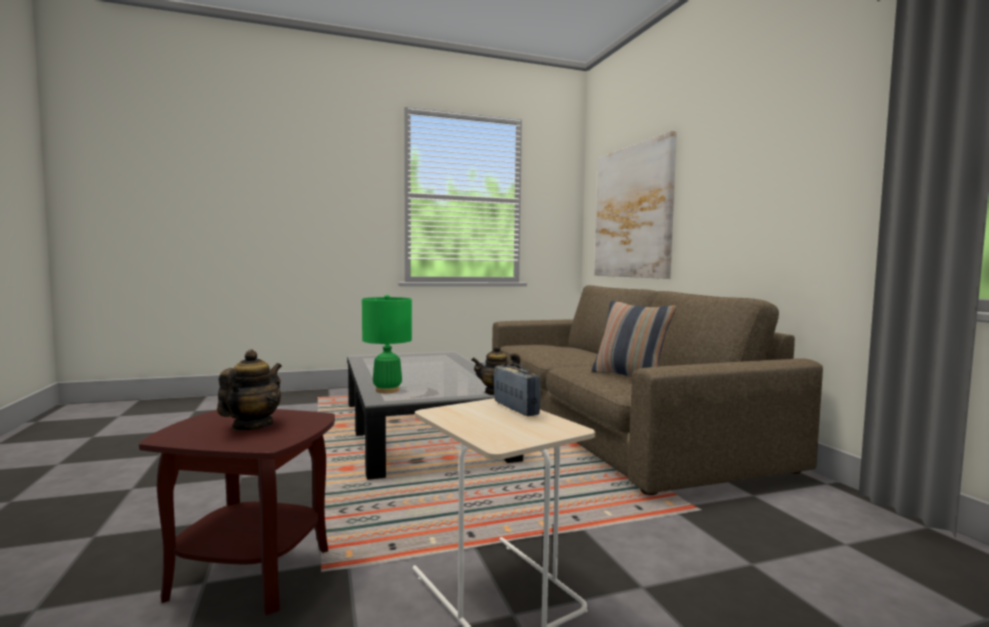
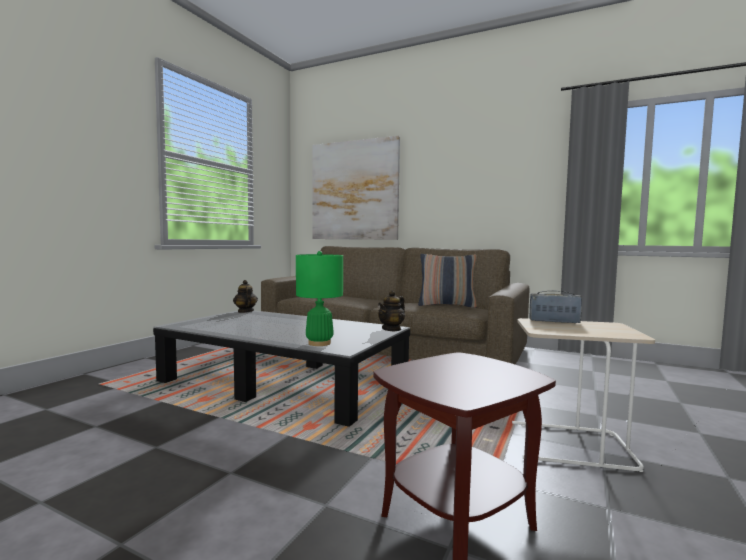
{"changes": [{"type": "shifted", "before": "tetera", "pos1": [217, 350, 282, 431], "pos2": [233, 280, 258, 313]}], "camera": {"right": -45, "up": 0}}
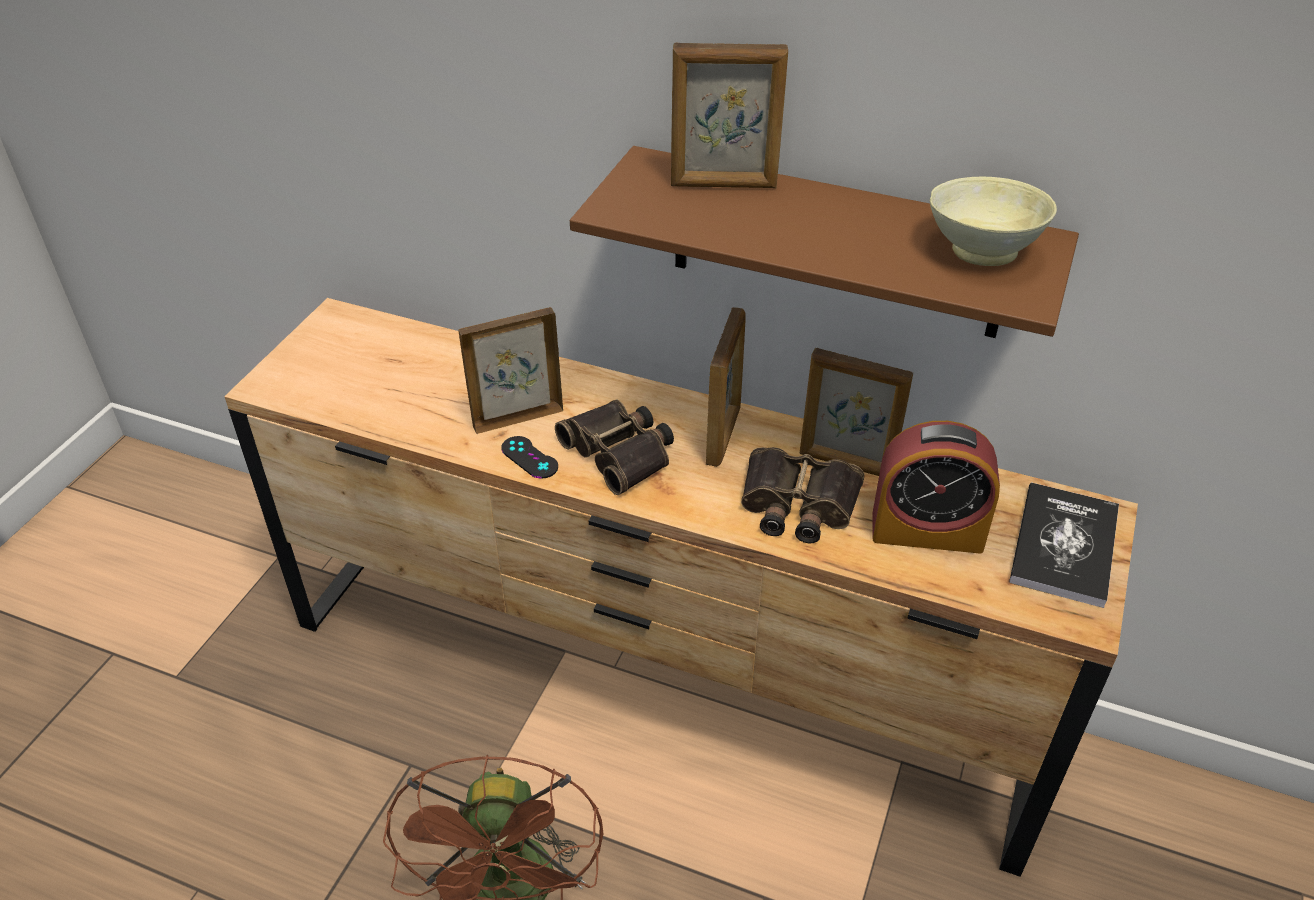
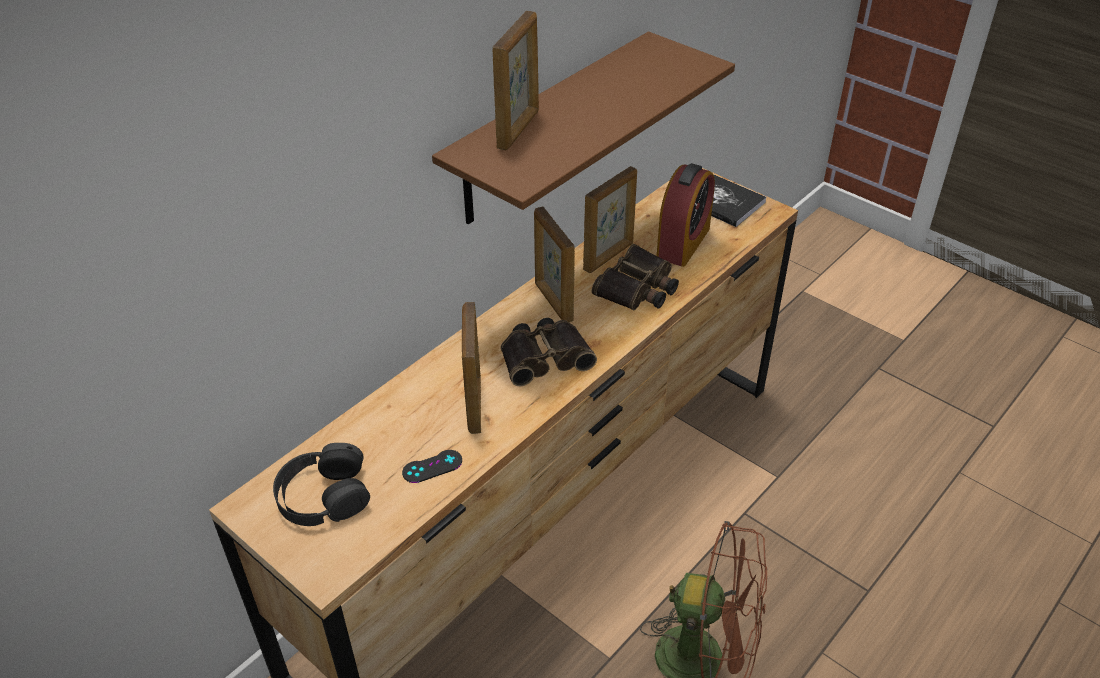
{"changes": [{"type": "gone", "before": "cuenco [beis]", "pos1": [930, 177, 1057, 266]}, {"type": "rotated", "before": "portarretratos", "pos1": [706, 307, 746, 467], "pos2": [534, 207, 575, 322], "turn": -150}, {"type": "shifted", "before": "mando de consola [negro]", "pos1": [501, 436, 558, 479], "pos2": [402, 450, 462, 483]}, {"type": "new", "after": "auriculares [negro]", "pos2": [273, 443, 370, 526]}], "camera": {"right": -70, "up": 0}}
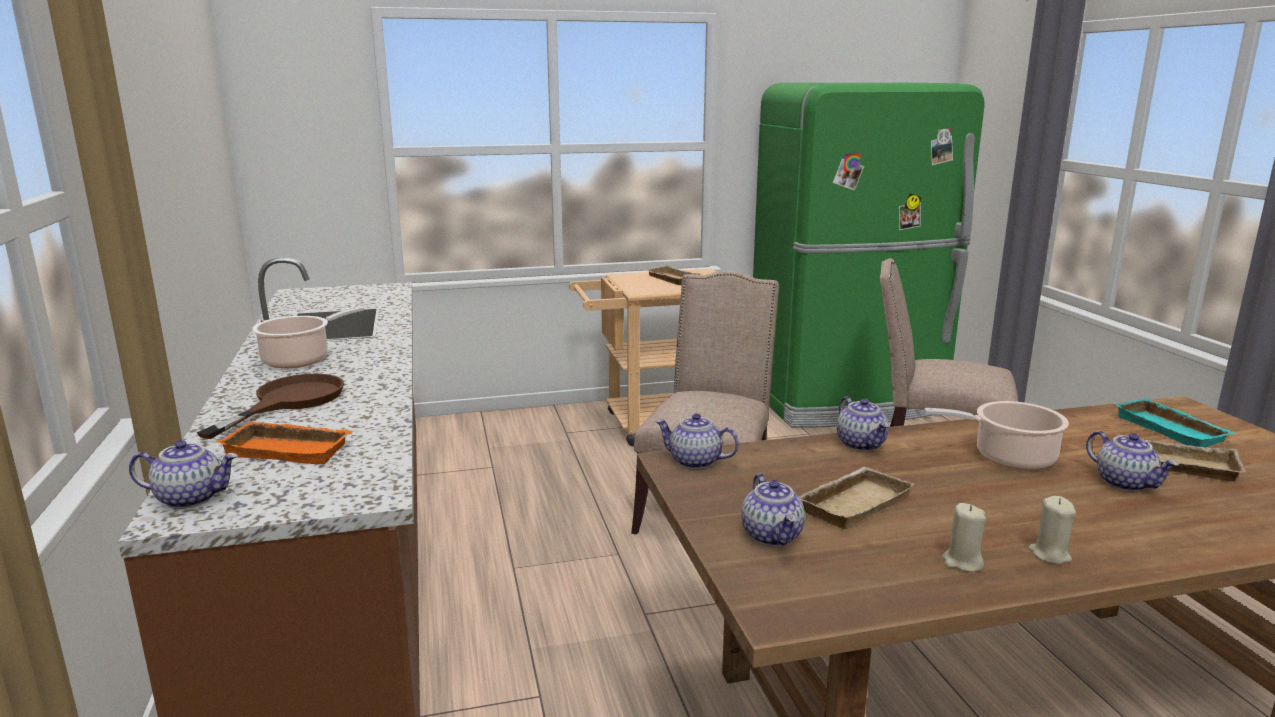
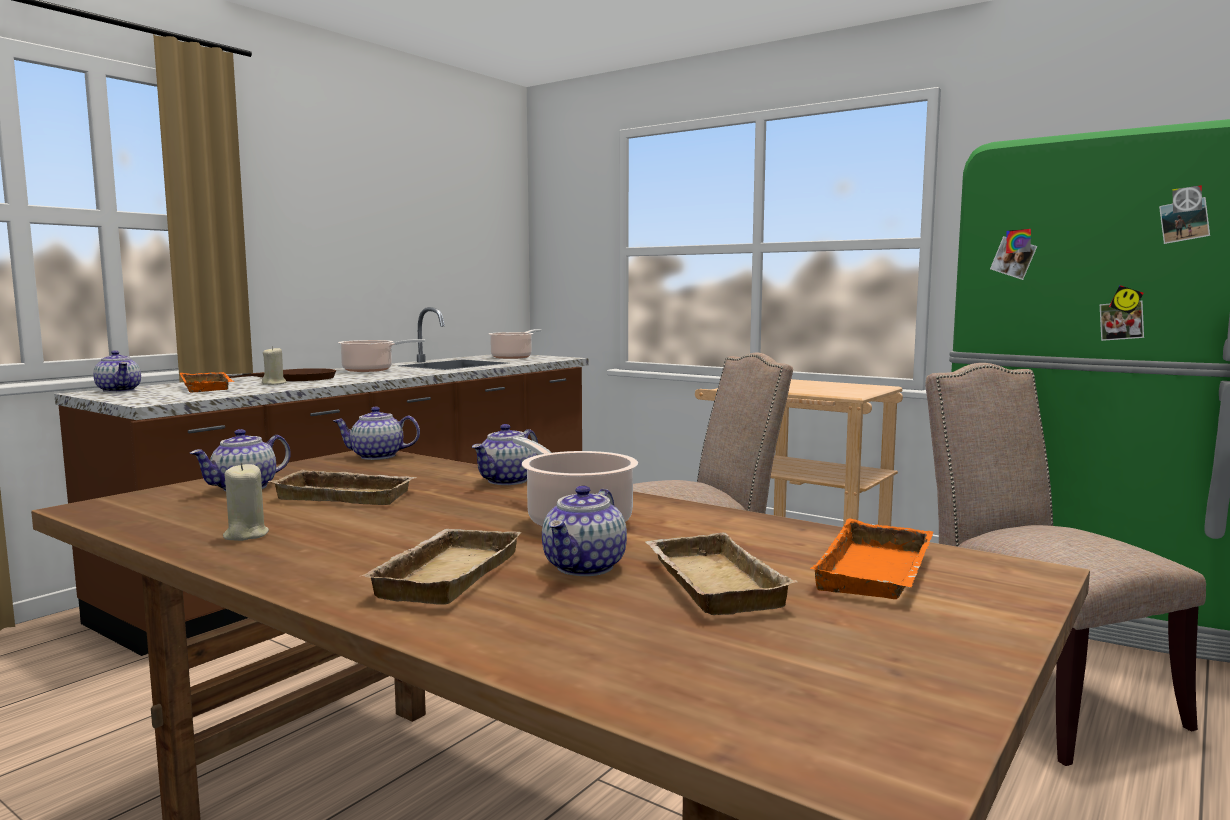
{"changes": [{"type": "shifted", "before": "bandeja [beis]", "pos1": [645, 266, 701, 285], "pos2": [360, 529, 522, 605]}, {"type": "repainted", "before": "bandeja [turquesa]", "after": "bandeja [naranja]", "pos1": [1114, 398, 1236, 447], "pos2": [810, 519, 933, 599]}, {"type": "rotated", "before": "tetera", "pos1": [655, 413, 739, 469], "pos2": [333, 407, 420, 460], "turn": -75}, {"type": "shifted", "before": "vela [beis]", "pos1": [1028, 496, 1076, 564], "pos2": [262, 346, 287, 385]}, {"type": "new", "after": "olla", "pos2": [489, 329, 542, 359]}], "camera": {"right": 50, "up": -10}}
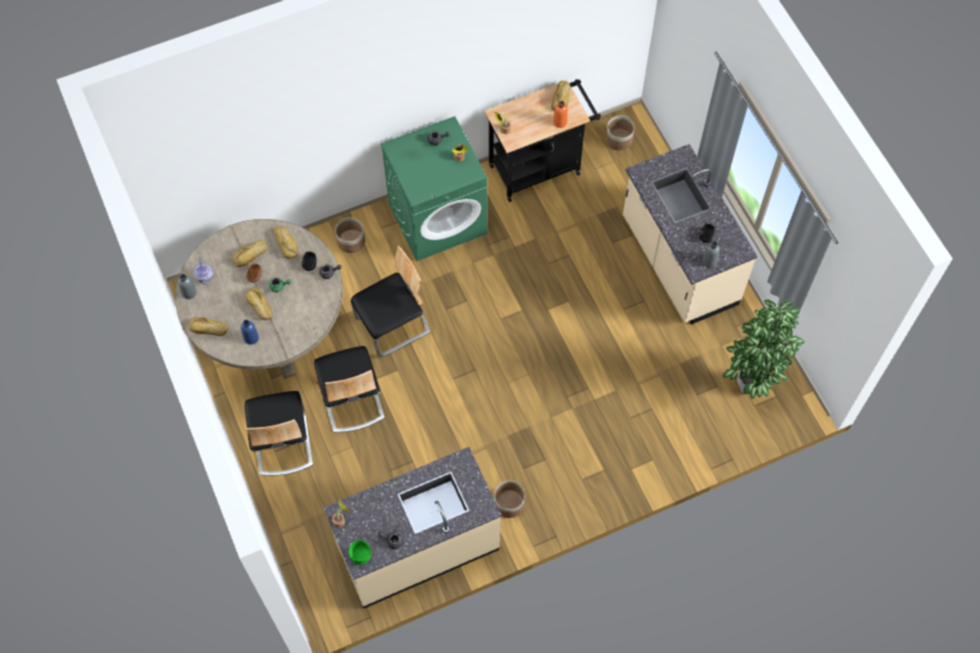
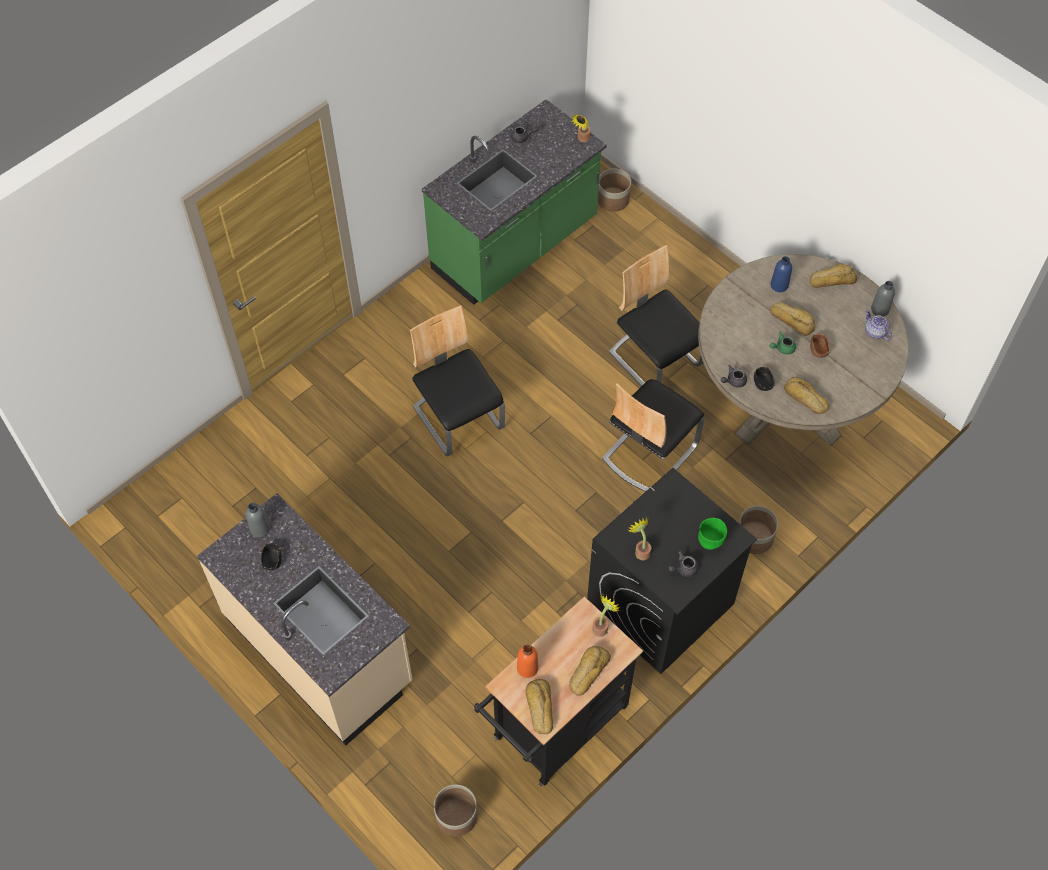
{"changes": [{"type": "repainted", "before": "lavadora [verde]", "after": "lavadora [negro]", "pos1": [381, 116, 487, 261], "pos2": [587, 468, 757, 674]}, {"type": "shifted", "before": "pan", "pos1": [232, 240, 268, 267], "pos2": [569, 646, 611, 696]}, {"type": "gone", "before": "planta en maceta", "pos1": [723, 299, 804, 399]}, {"type": "shifted", "before": "silla", "pos1": [245, 391, 313, 476], "pos2": [410, 305, 505, 457]}, {"type": "repainted", "before": "mueble bajo de cocina [beis]", "after": "mueble bajo de cocina [verde]", "pos1": [323, 447, 502, 609], "pos2": [422, 99, 607, 305]}, {"type": "shifted", "before": "maceta", "pos1": [494, 481, 525, 518], "pos2": [598, 169, 631, 212]}, {"type": "shifted", "before": "cuenco [verde]", "pos1": [349, 540, 371, 565], "pos2": [698, 518, 727, 550]}], "camera": {"right": 160, "up": -5}}
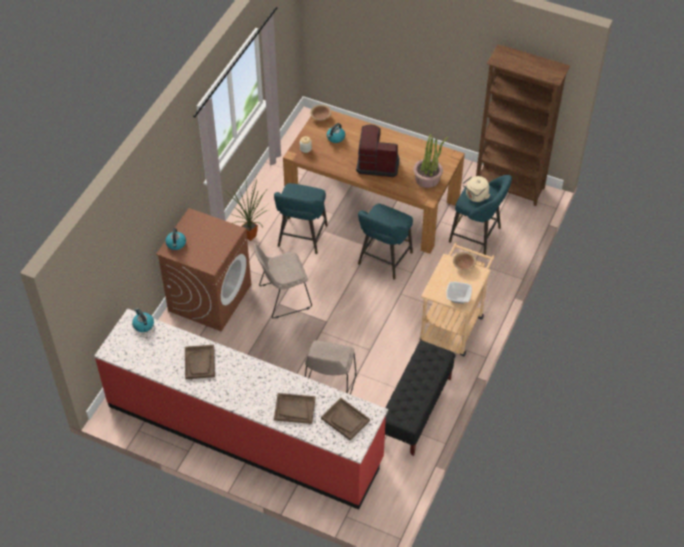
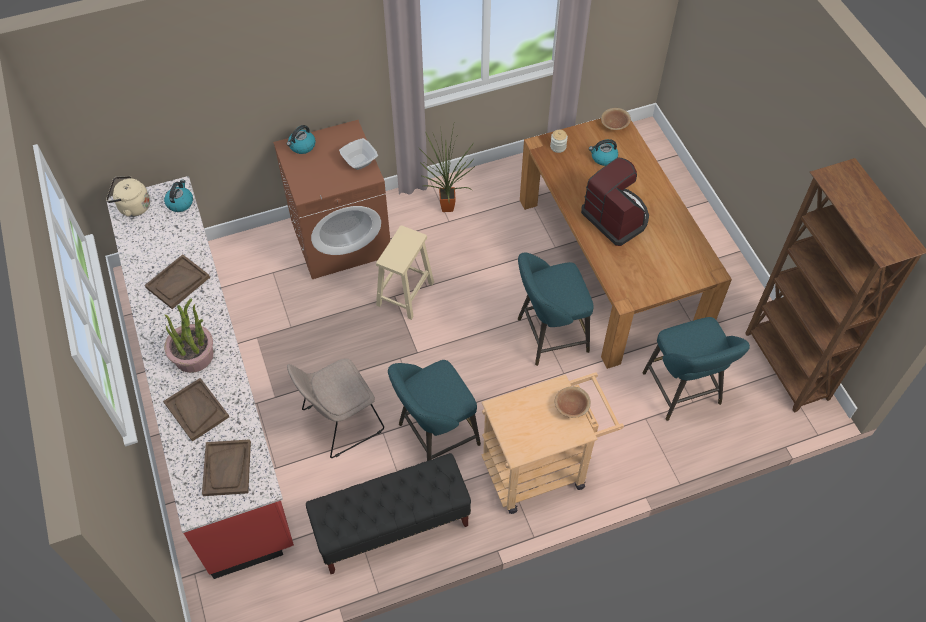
{"changes": [{"type": "shifted", "before": "planta en maceta", "pos1": [413, 134, 448, 188], "pos2": [164, 298, 213, 373]}, {"type": "shifted", "before": "hervidor [beis]", "pos1": [463, 176, 490, 202], "pos2": [106, 176, 150, 217]}, {"type": "shifted", "before": "taburete [turquesa]", "pos1": [274, 183, 328, 254], "pos2": [388, 360, 481, 461]}, {"type": "swapped", "before": "silla [beis]", "after": "taburete [beis]", "pos1": [254, 244, 312, 318], "pos2": [376, 225, 434, 320]}, {"type": "shifted", "before": "cuenco", "pos1": [446, 282, 472, 304], "pos2": [339, 138, 378, 170]}], "camera": {"right": 45, "up": 5}}
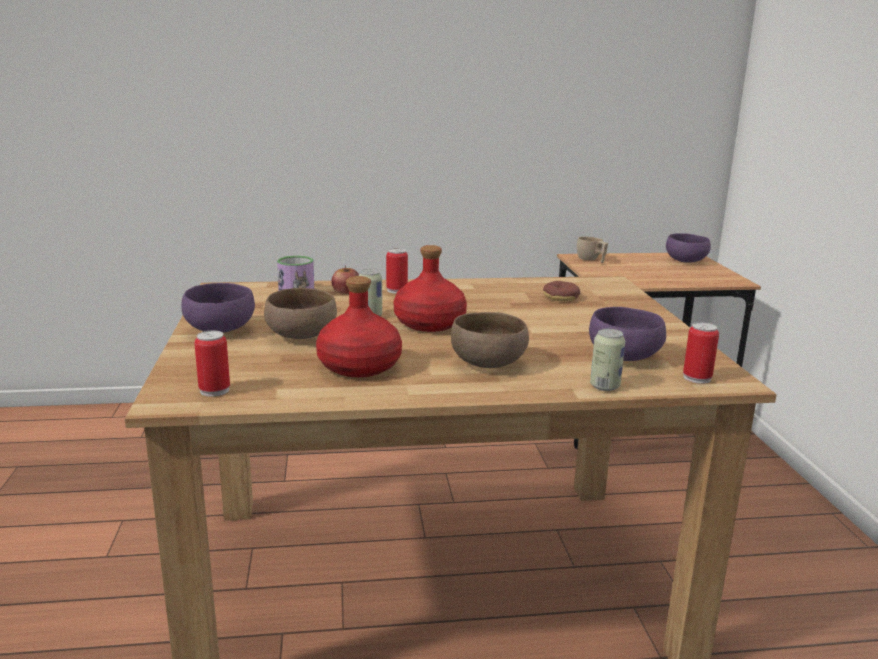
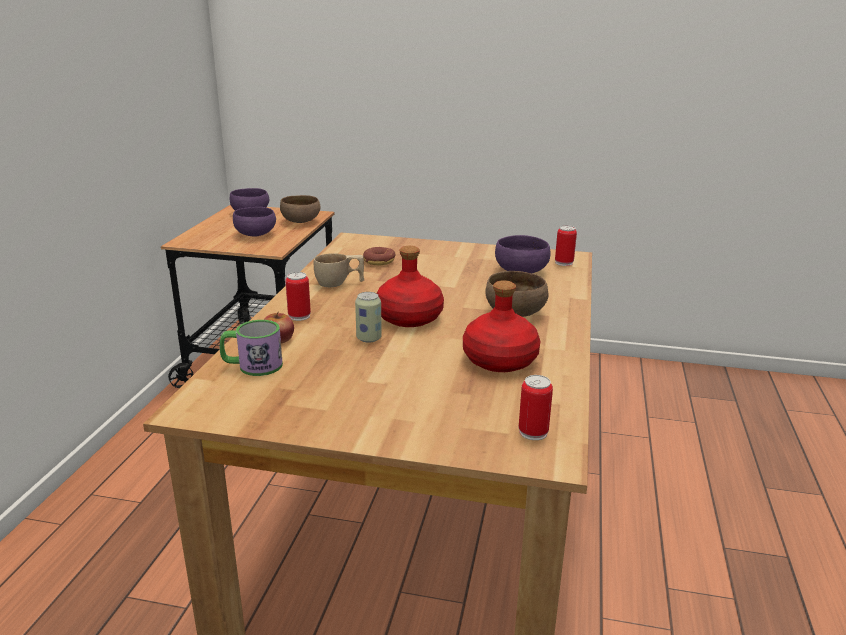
{"changes": [{"type": "shifted", "before": "taza [beis]", "pos1": [577, 237, 608, 263], "pos2": [314, 253, 364, 287]}, {"type": "shifted", "before": "cuenco [morado]", "pos1": [181, 283, 255, 333], "pos2": [233, 207, 276, 236]}, {"type": "shifted", "before": "cuenco [marrón]", "pos1": [264, 288, 337, 339], "pos2": [280, 195, 321, 223]}, {"type": "gone", "before": "lata", "pos1": [590, 329, 625, 391]}], "camera": {"right": -70, "up": 5}}
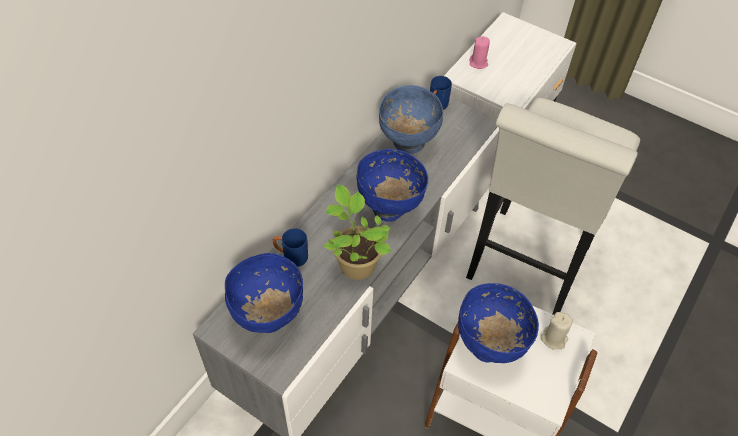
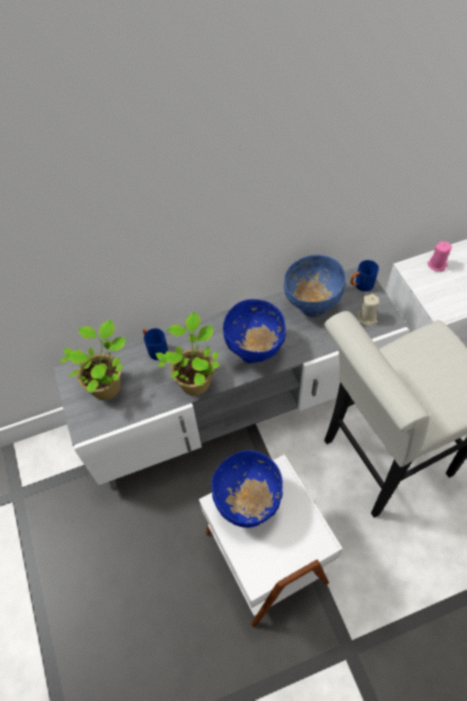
{"changes": [{"type": "swapped", "before": "cuenco [azul]", "after": "planta en maceta", "pos1": [225, 253, 303, 333], "pos2": [60, 320, 126, 400]}, {"type": "shifted", "before": "vela [beis]", "pos1": [540, 312, 573, 349], "pos2": [358, 294, 380, 326]}], "camera": {"right": 40, "up": 5}}
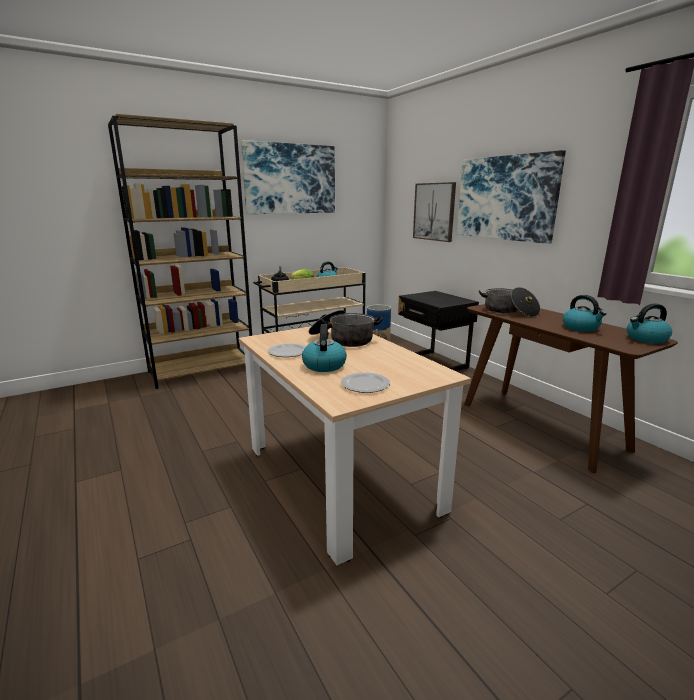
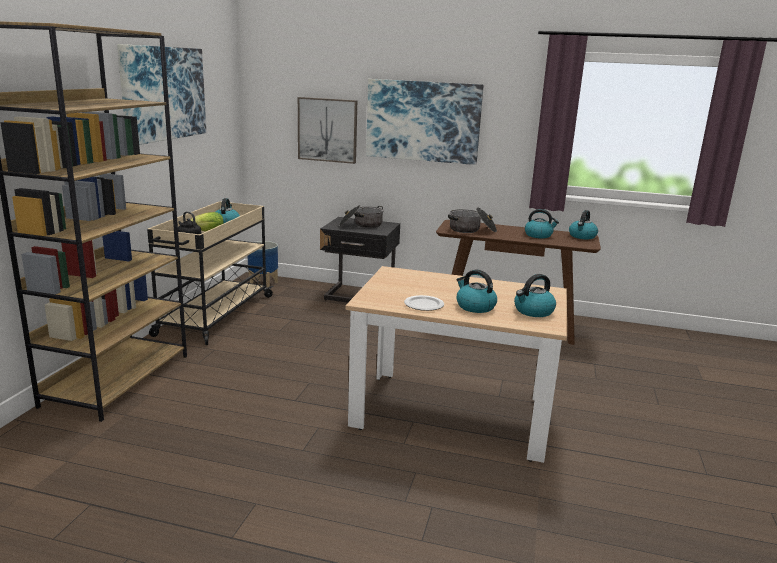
{"changes": [{"type": "shifted", "before": "olla", "pos1": [309, 310, 383, 347], "pos2": [339, 205, 384, 228]}, {"type": "swapped", "before": "plato", "after": "hervidor", "pos1": [341, 372, 390, 393], "pos2": [514, 274, 556, 317]}], "camera": {"right": -45, "up": 0}}
